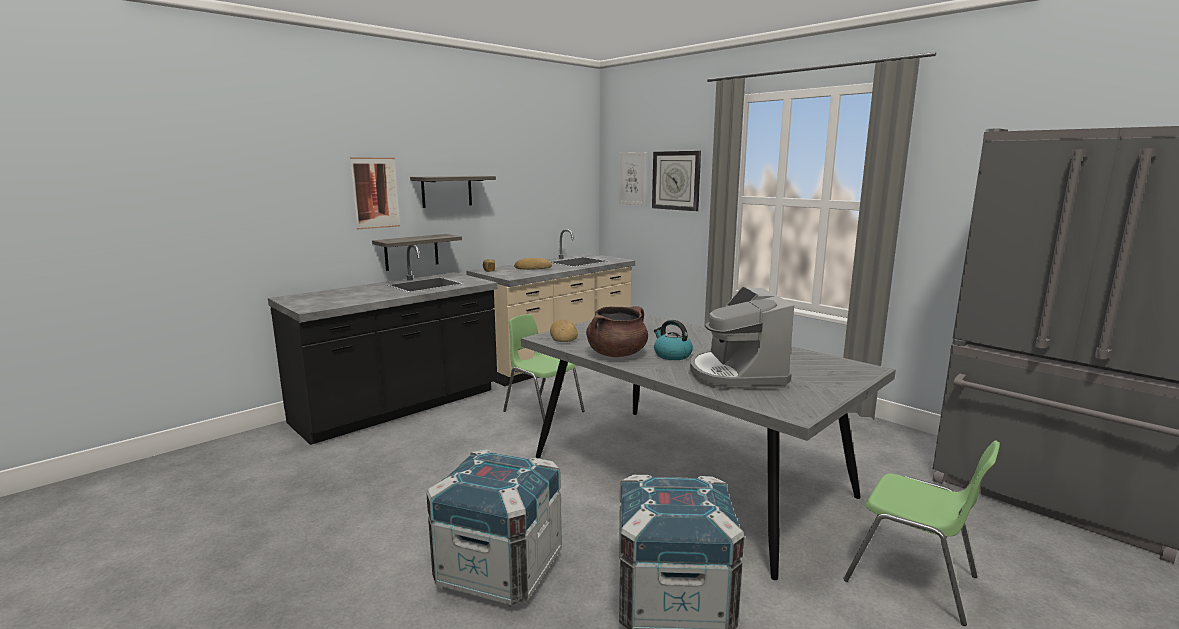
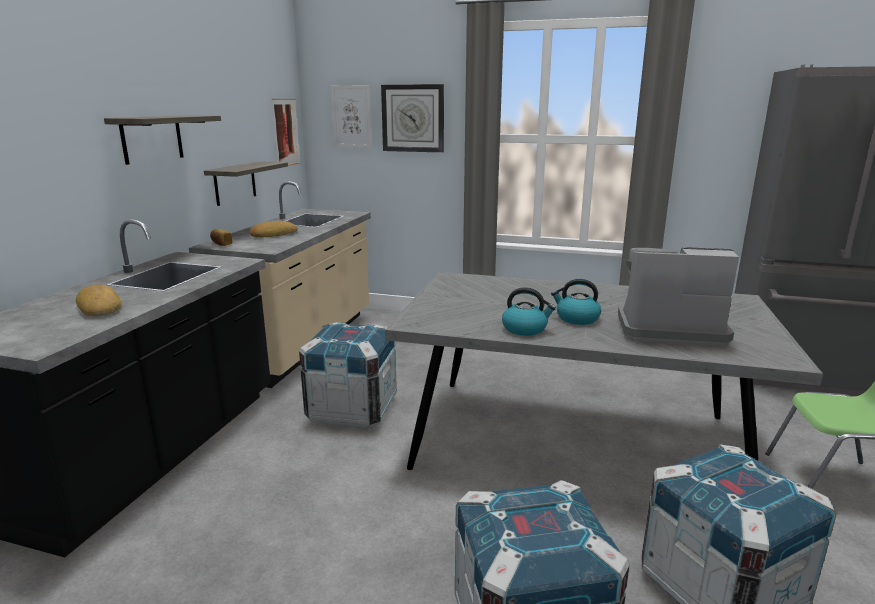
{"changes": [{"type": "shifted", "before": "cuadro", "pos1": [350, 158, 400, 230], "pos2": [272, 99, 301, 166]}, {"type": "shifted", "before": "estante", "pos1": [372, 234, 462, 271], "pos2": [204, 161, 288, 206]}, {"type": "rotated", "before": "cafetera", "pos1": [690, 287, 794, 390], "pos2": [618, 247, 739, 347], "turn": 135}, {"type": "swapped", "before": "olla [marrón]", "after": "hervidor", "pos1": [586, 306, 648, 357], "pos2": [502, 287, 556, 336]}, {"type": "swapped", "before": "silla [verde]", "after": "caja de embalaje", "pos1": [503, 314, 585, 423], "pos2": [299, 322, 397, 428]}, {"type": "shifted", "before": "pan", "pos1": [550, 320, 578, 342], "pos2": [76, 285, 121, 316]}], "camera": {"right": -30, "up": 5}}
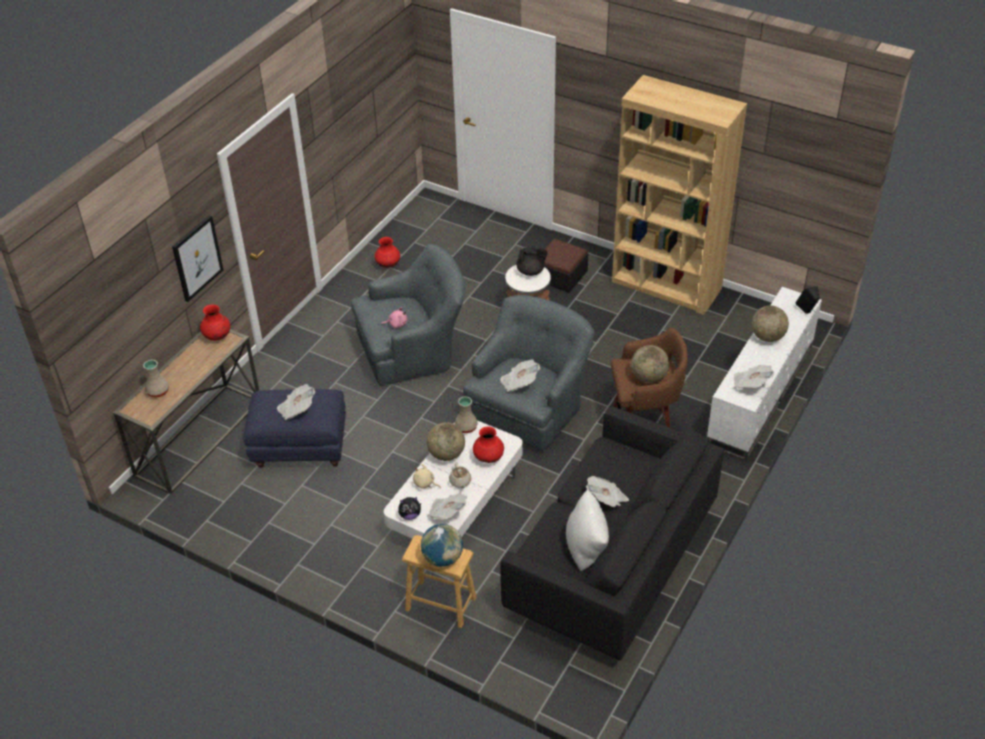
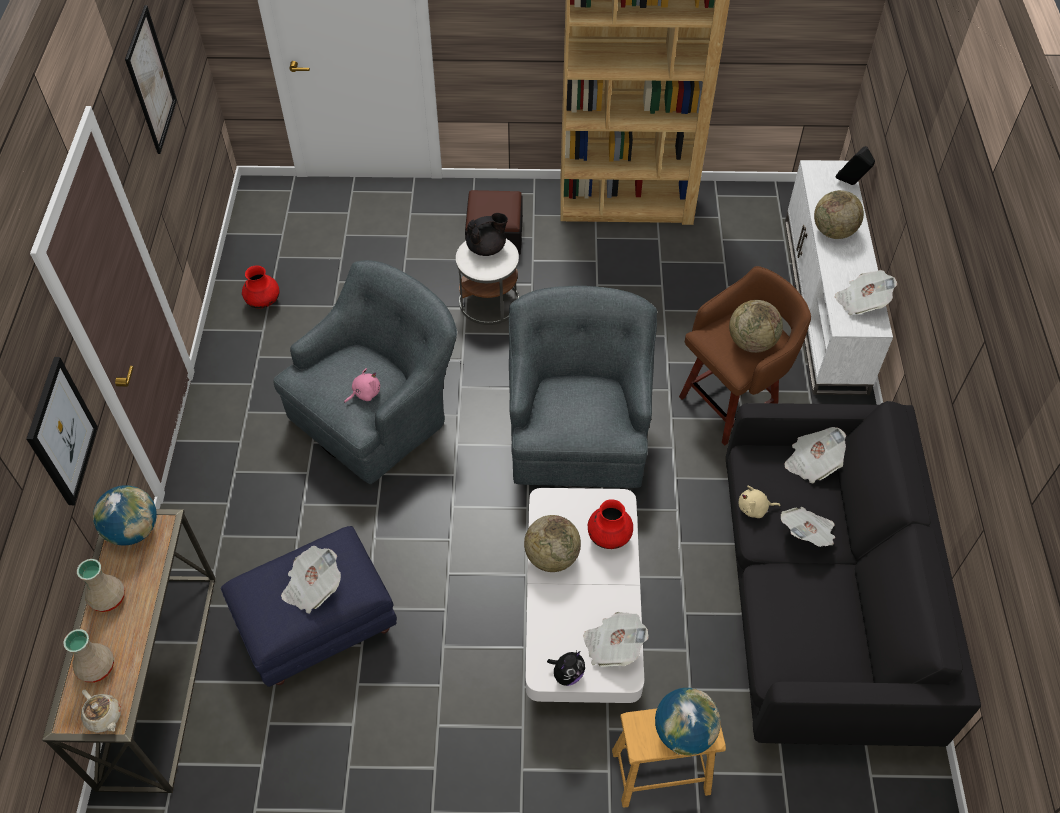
{"changes": [{"type": "swapped", "before": "florero [rojo]", "after": "globo terráqueo", "pos1": [200, 304, 230, 341], "pos2": [93, 485, 157, 546]}, {"type": "shifted", "before": "periódico", "pos1": [500, 359, 540, 392], "pos2": [784, 427, 846, 484]}, {"type": "shifted", "before": "florero [beis]", "pos1": [455, 396, 478, 433], "pos2": [77, 559, 125, 612]}, {"type": "shifted", "before": "tetera [beis]", "pos1": [449, 462, 471, 488], "pos2": [81, 690, 121, 733]}, {"type": "shifted", "before": "peluche [beis]", "pos1": [413, 464, 441, 489], "pos2": [739, 485, 780, 518]}, {"type": "gone", "before": "cojín [blanco]", "pos1": [566, 490, 609, 571]}, {"type": "new", "after": "cuadro", "pos2": [125, 5, 177, 154]}], "camera": {"right": -30, "up": 10}}
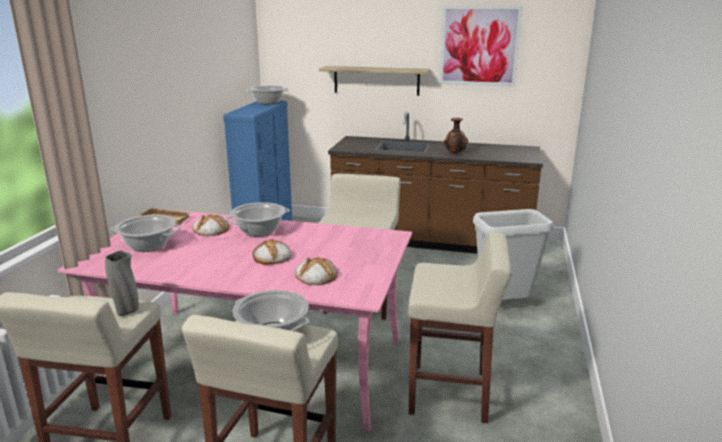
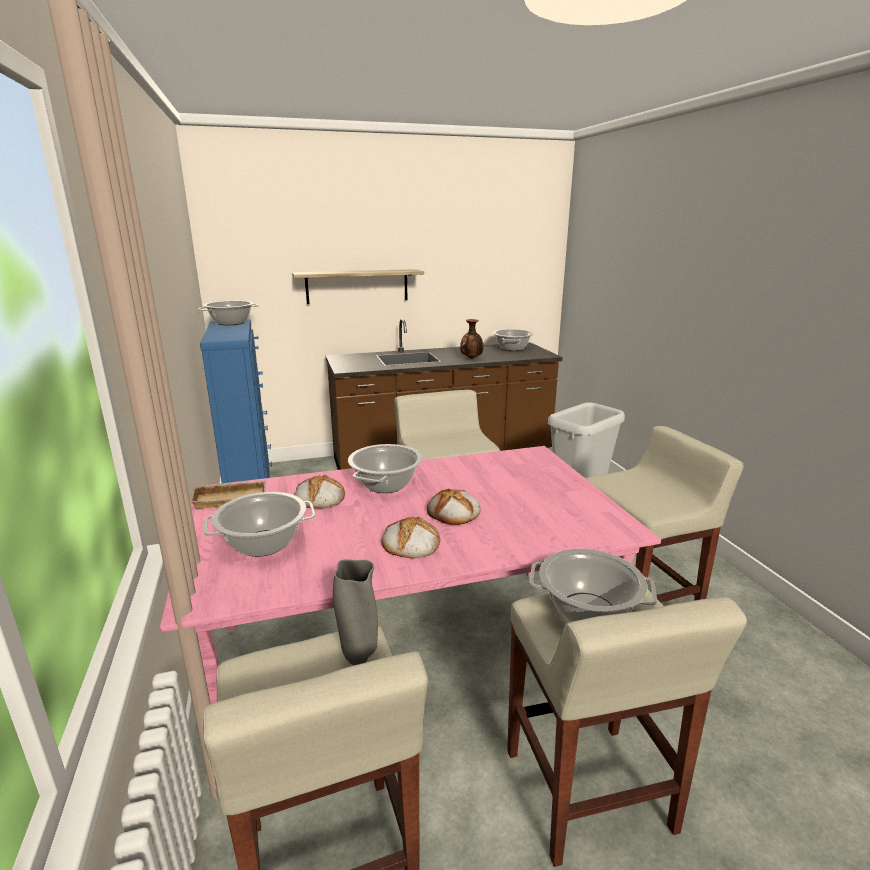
{"changes": [{"type": "gone", "before": "cuadro", "pos1": [439, 6, 523, 87]}, {"type": "shifted", "before": "pan", "pos1": [295, 257, 338, 285], "pos2": [381, 516, 440, 559]}, {"type": "new", "after": "olla", "pos2": [493, 329, 533, 351]}], "camera": {"right": -30, "up": 0}}
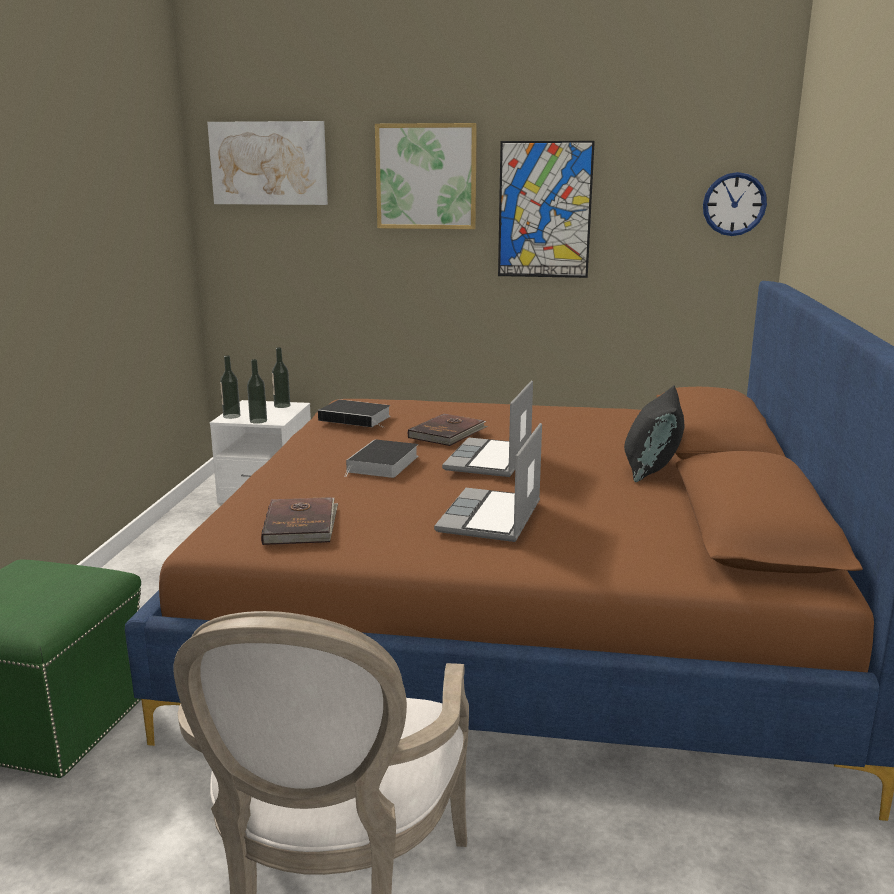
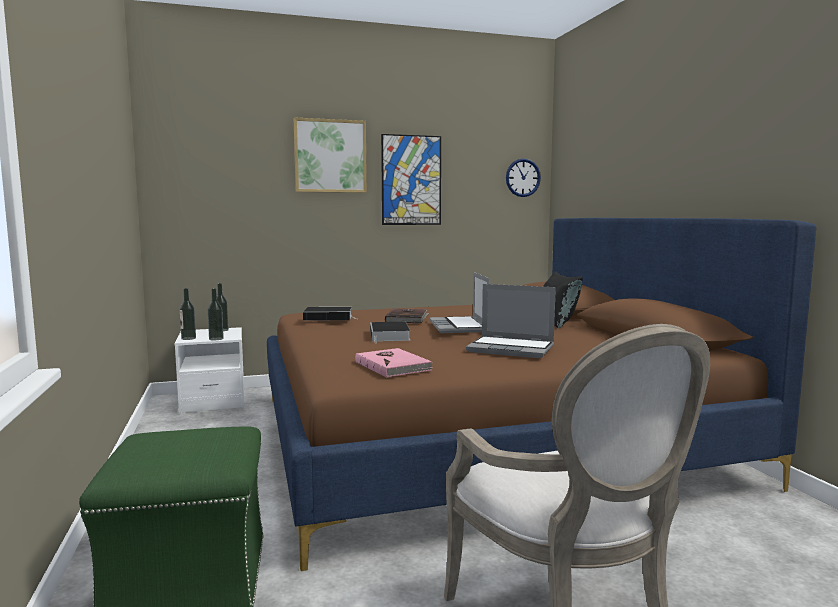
{"changes": [{"type": "gone", "before": "cuadro", "pos1": [207, 121, 328, 205]}, {"type": "rotated", "before": "portátil", "pos1": [434, 423, 542, 542], "pos2": [466, 284, 556, 358], "turn": -60}, {"type": "repainted", "before": "libro [marrón]", "after": "libro [rosa]", "pos1": [261, 497, 338, 545], "pos2": [355, 348, 433, 377]}], "camera": {"right": -25, "up": -10}}
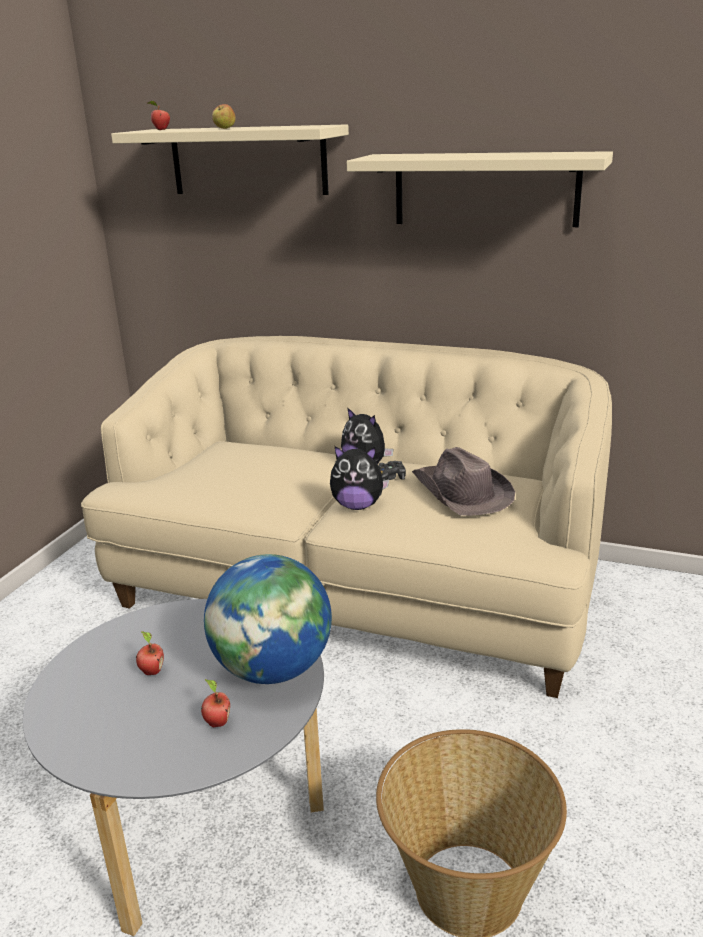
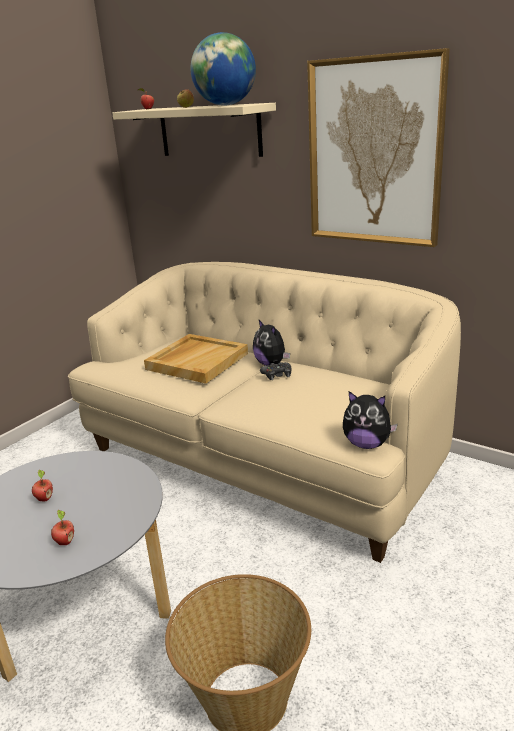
{"changes": [{"type": "swapped", "before": "estante [beis]", "after": "cuadro", "pos1": [347, 151, 613, 227], "pos2": [307, 48, 450, 247]}, {"type": "shifted", "before": "peluche", "pos1": [330, 446, 389, 510], "pos2": [343, 391, 398, 449]}, {"type": "gone", "before": "sombrero [marrón]", "pos1": [412, 447, 515, 516]}, {"type": "shifted", "before": "globo terráqueo", "pos1": [204, 554, 332, 684], "pos2": [191, 32, 256, 106]}, {"type": "new", "after": "bandeja [beis]", "pos2": [144, 334, 248, 383]}], "camera": {"right": 15, "up": 0}}
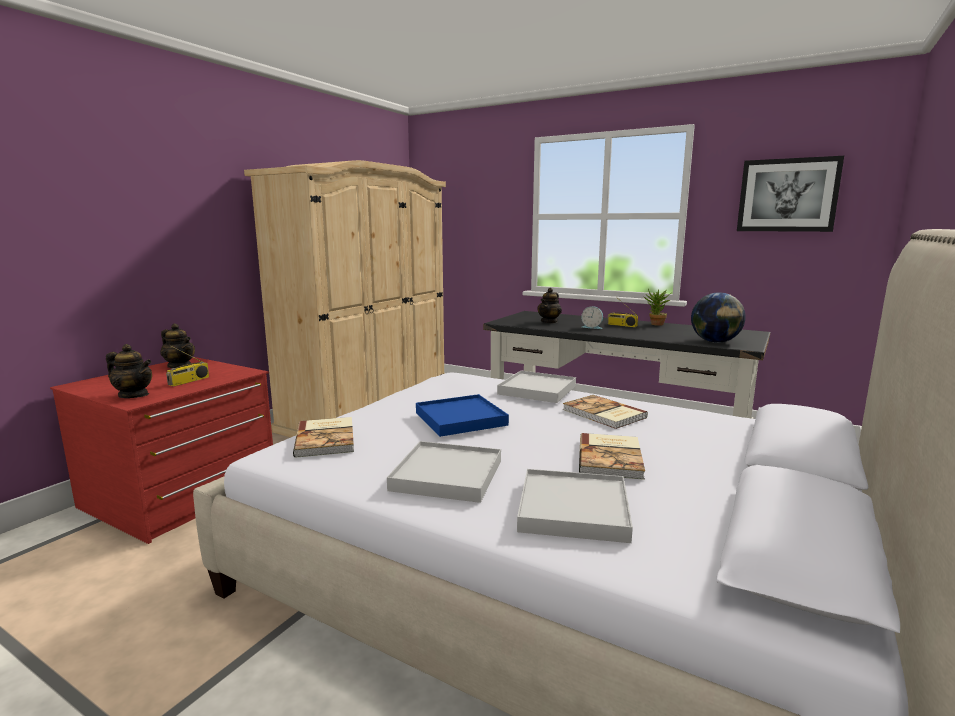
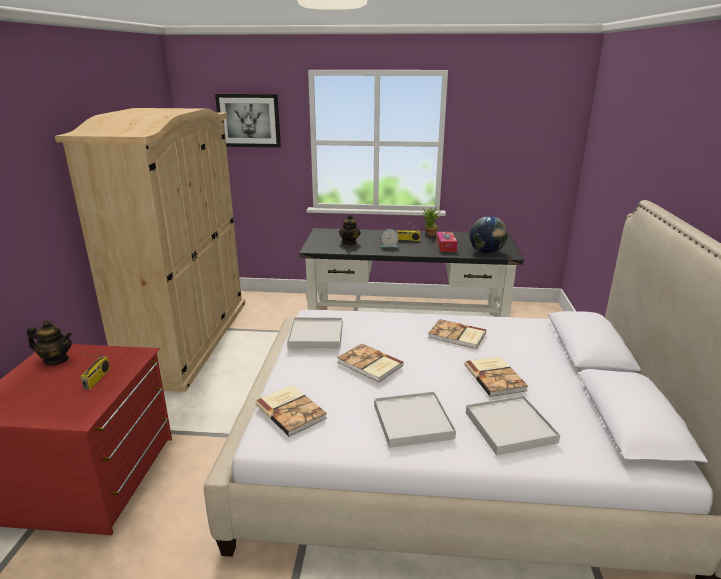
{"changes": [{"type": "shifted", "before": "cuadro", "pos1": [737, 156, 844, 232], "pos2": [215, 94, 281, 148]}, {"type": "gone", "before": "tetera", "pos1": [106, 344, 152, 398]}, {"type": "shifted", "before": "bandeja [blanco]", "pos1": [497, 370, 576, 403], "pos2": [287, 317, 343, 349]}, {"type": "swapped", "before": "bandeja [azul]", "after": "libro", "pos1": [416, 394, 509, 437], "pos2": [337, 344, 404, 382]}, {"type": "new", "after": "caja de pañuelos", "pos2": [436, 232, 458, 252]}], "camera": {"right": -25, "up": 10}}
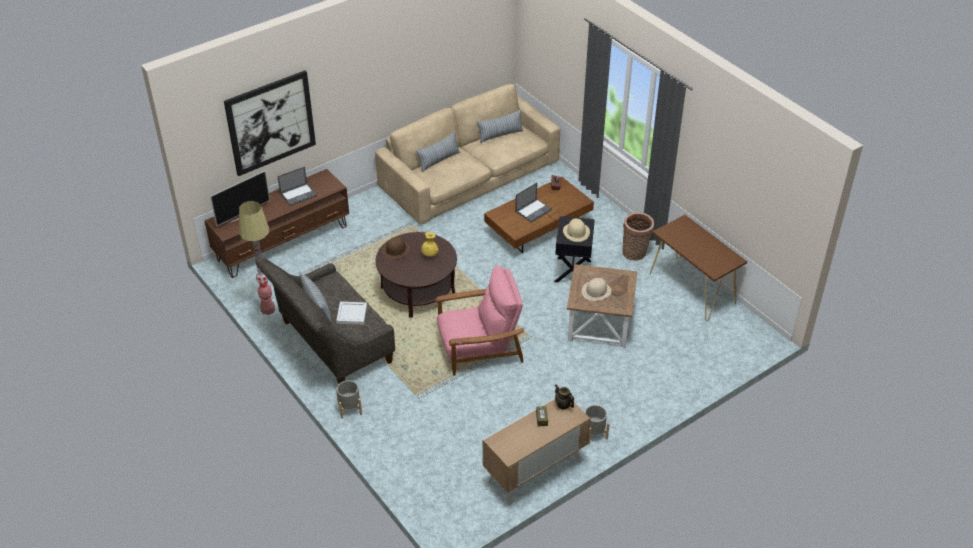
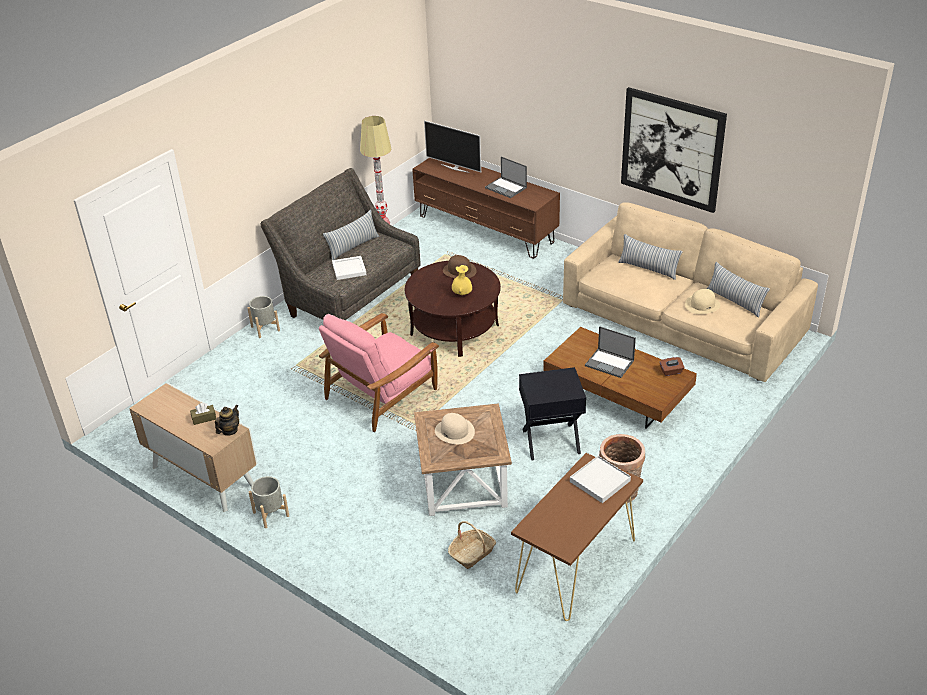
{"changes": [{"type": "shifted", "before": "cuadro", "pos1": [224, 70, 316, 176], "pos2": [621, 87, 727, 213]}, {"type": "shifted", "before": "sombrero [beis]", "pos1": [563, 218, 590, 242], "pos2": [685, 289, 721, 314]}, {"type": "rotated", "before": "sillón [rosa]", "pos1": [435, 265, 524, 376], "pos2": [319, 313, 439, 432], "turn": 75}, {"type": "new", "after": "bandeja [blanco]", "pos2": [570, 456, 631, 503]}, {"type": "new", "after": "cesta", "pos2": [448, 521, 496, 569]}], "camera": {"right": 75, "up": -5}}
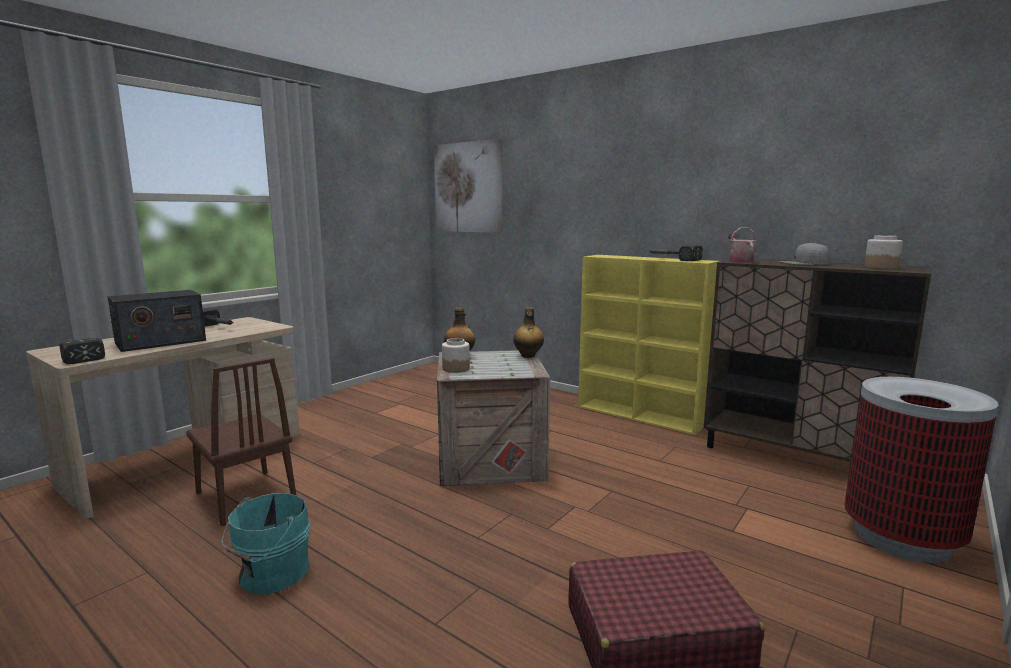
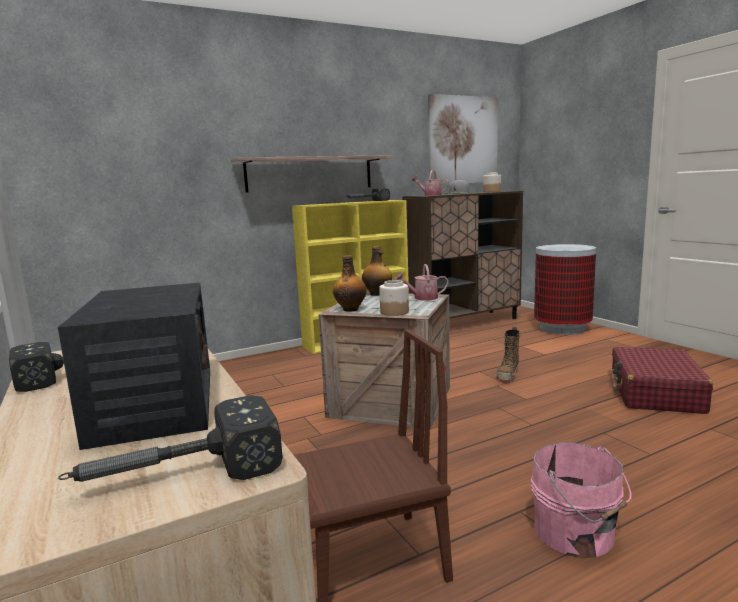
{"changes": [{"type": "shifted", "before": "cuadro", "pos1": [434, 139, 502, 233], "pos2": [428, 94, 498, 184]}, {"type": "repainted", "before": "cubo [turquesa]", "after": "cubo [rosa]", "pos1": [222, 493, 310, 594], "pos2": [531, 442, 632, 558]}, {"type": "new", "after": "estante", "pos2": [230, 155, 392, 193]}, {"type": "new", "after": "regadera", "pos2": [395, 264, 449, 301]}, {"type": "new", "after": "bota", "pos2": [497, 327, 520, 381]}], "camera": {"right": -65, "up": 0}}
